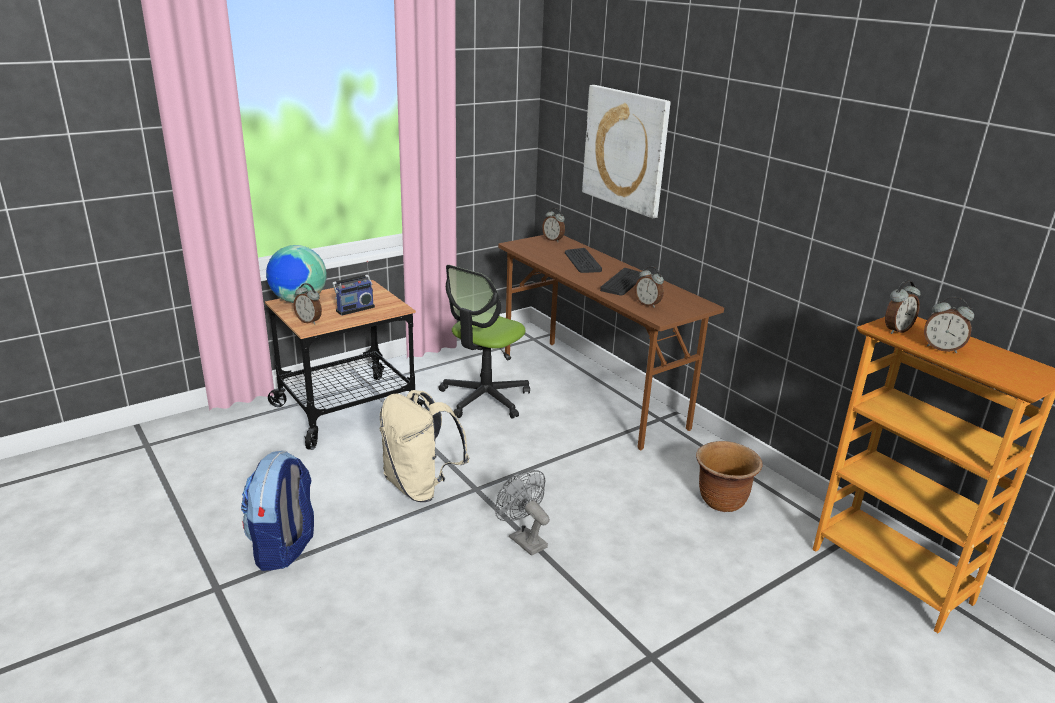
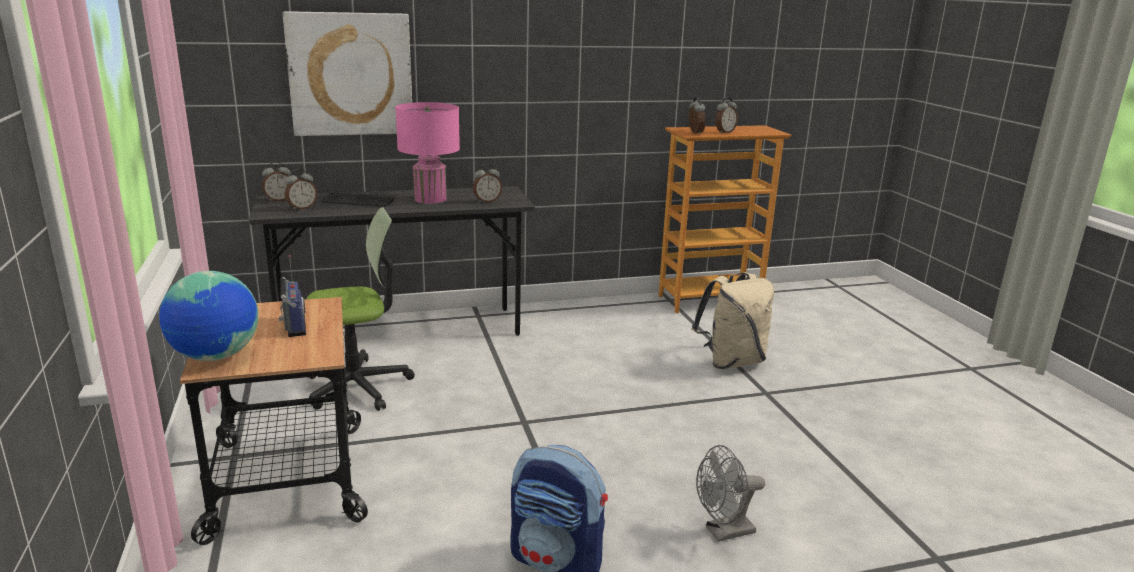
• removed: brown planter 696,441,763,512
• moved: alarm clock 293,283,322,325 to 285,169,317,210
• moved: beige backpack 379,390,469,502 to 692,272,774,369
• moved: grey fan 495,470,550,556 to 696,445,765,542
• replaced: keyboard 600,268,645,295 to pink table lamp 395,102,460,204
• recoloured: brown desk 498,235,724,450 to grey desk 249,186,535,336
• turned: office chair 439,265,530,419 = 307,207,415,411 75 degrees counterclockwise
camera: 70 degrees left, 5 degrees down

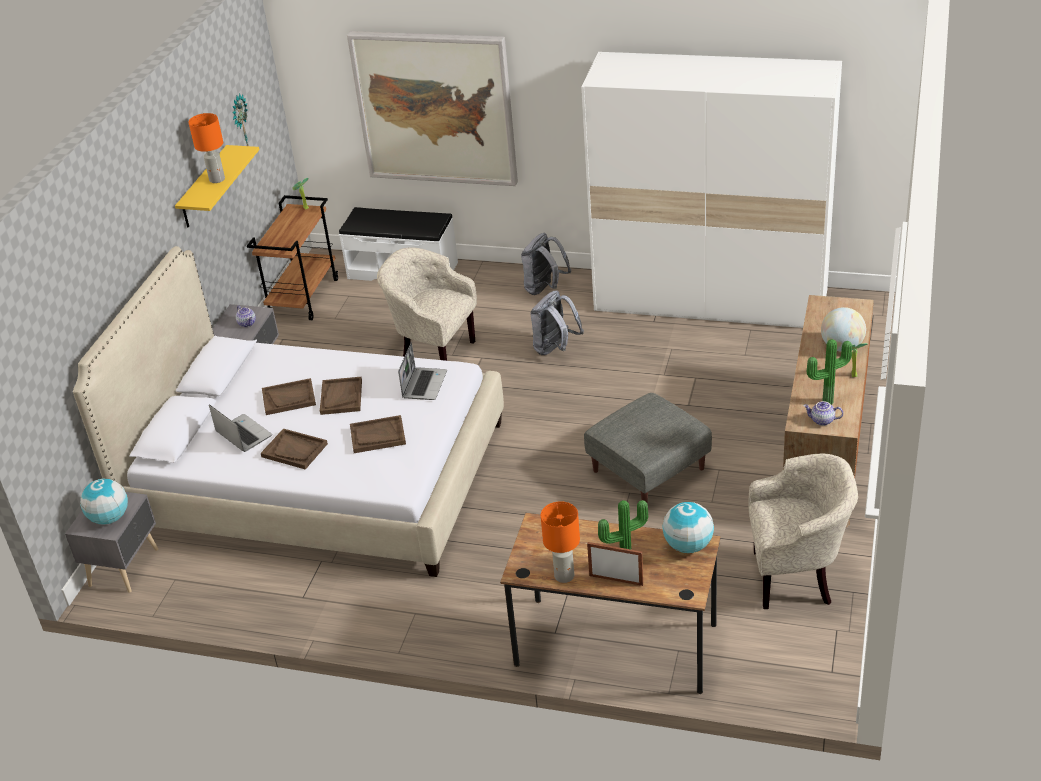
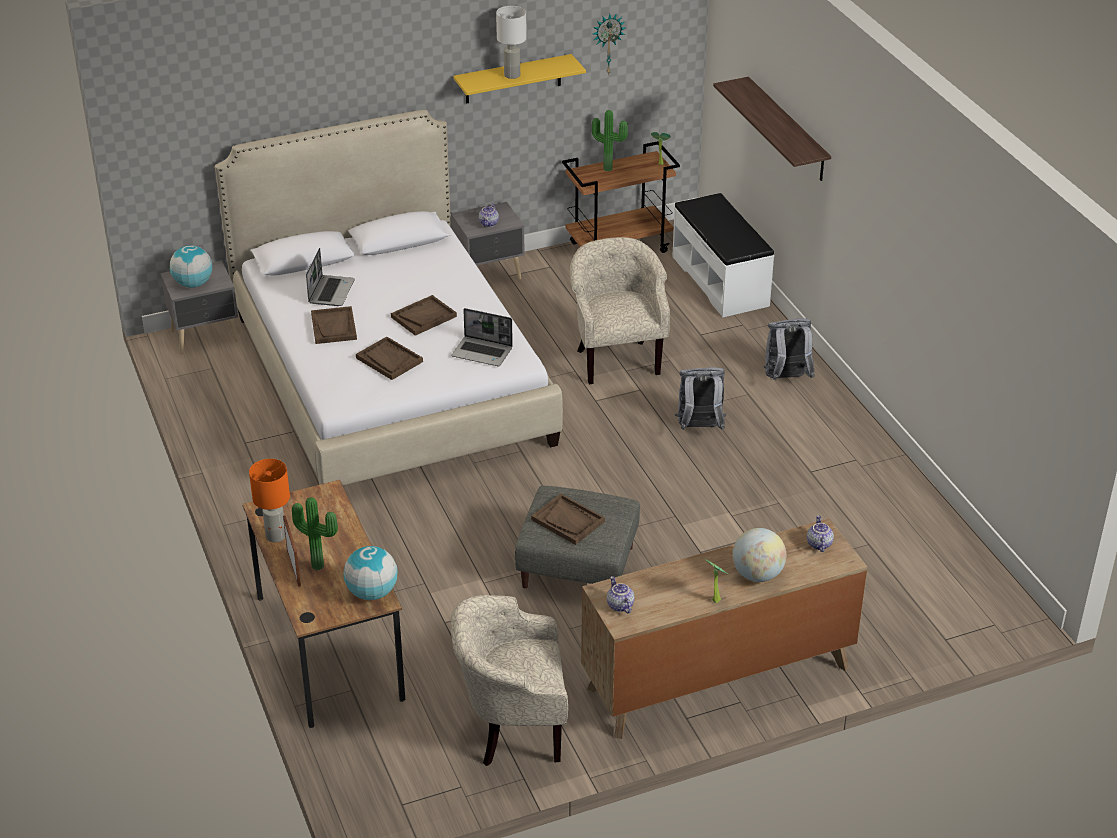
• removed: white wardrobe 581,52,842,328
• added: teapot 807,515,834,552
• moved: brown tray 262,378,316,415 to 531,494,605,545
• moved: potted plant 807,339,852,405 to 592,110,628,171
• replaced: picture 347,31,518,186 to shelf 713,77,831,181
• recoloured: orange table lamp 188,113,225,183 to white table lamp 496,6,527,79
• turned: laptop 398,342,447,400 = 451,308,513,366 45 degrees clockwise
• turned: beige armchair 748,454,858,609 = 451,595,568,766 120 degrees clockwise
camera: 50 degrees right, 0 degrees up

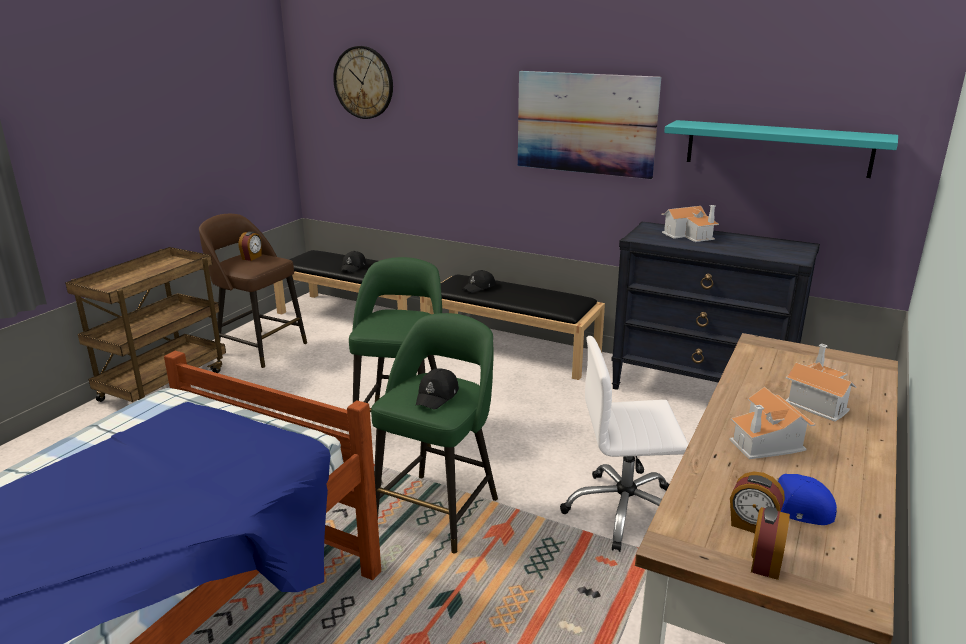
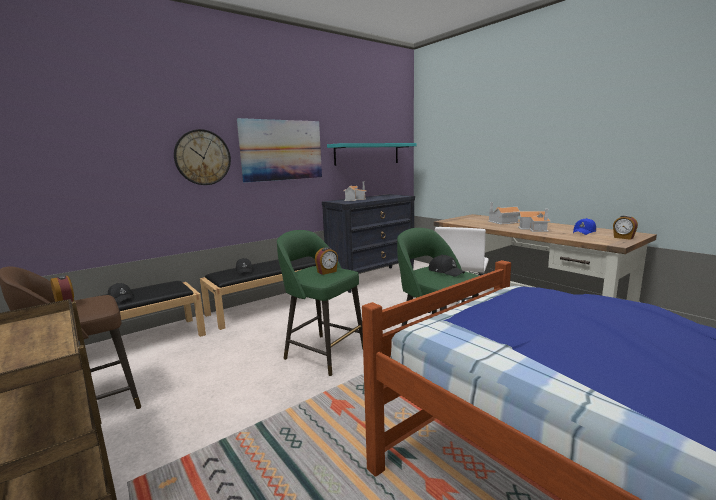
• moved: wall clock 333,46,393,119 to 174,129,231,185
• moved: alarm clock 730,471,785,533 to 315,247,338,275
camera: 65 degrees left, 10 degrees down

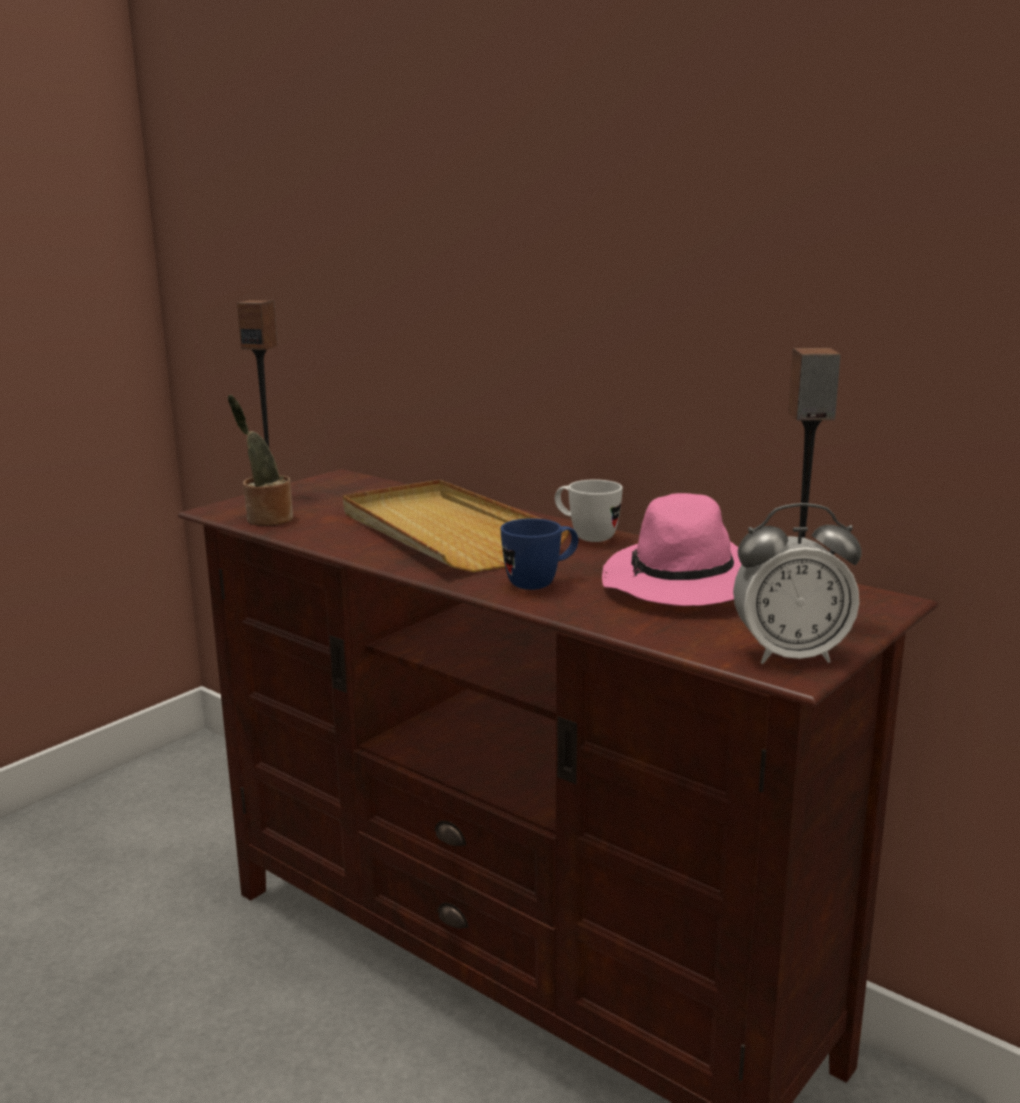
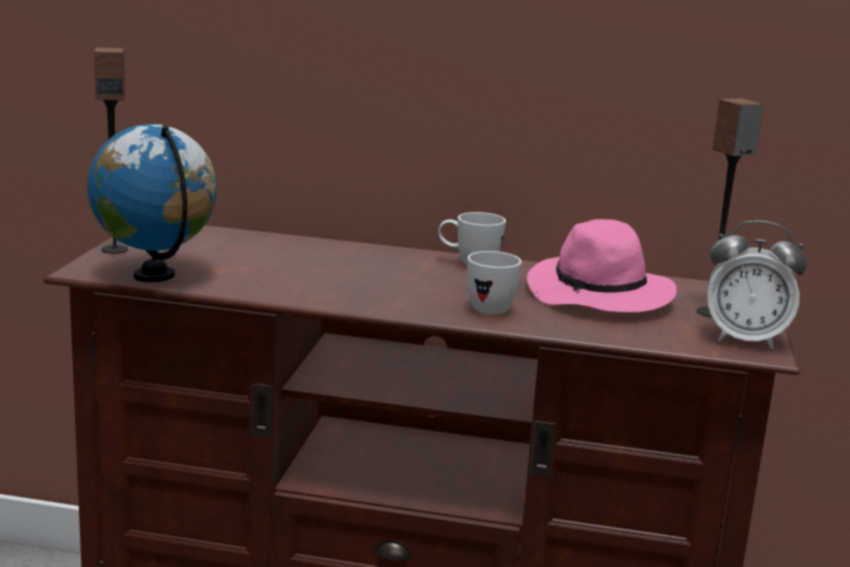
• removed: beige tray 343,480,569,572
• replaced: potted plant 228,395,293,526 to globe 87,124,217,282
• recoloured: blue mug 501,518,578,590 to white mug 467,251,522,314
• turned: alarm clock 733,503,862,664 = 707,221,808,349 45 degrees clockwise
camera: 30 degrees left, 0 degrees up

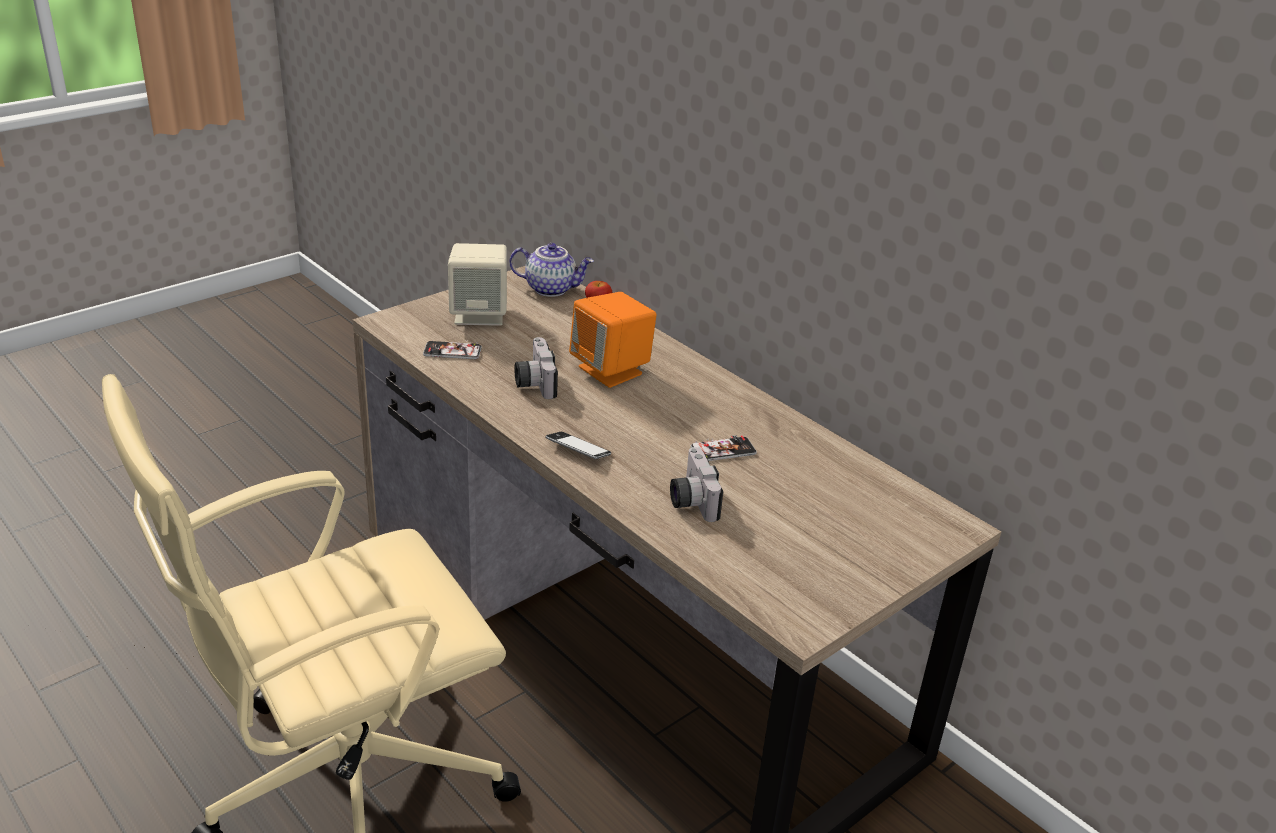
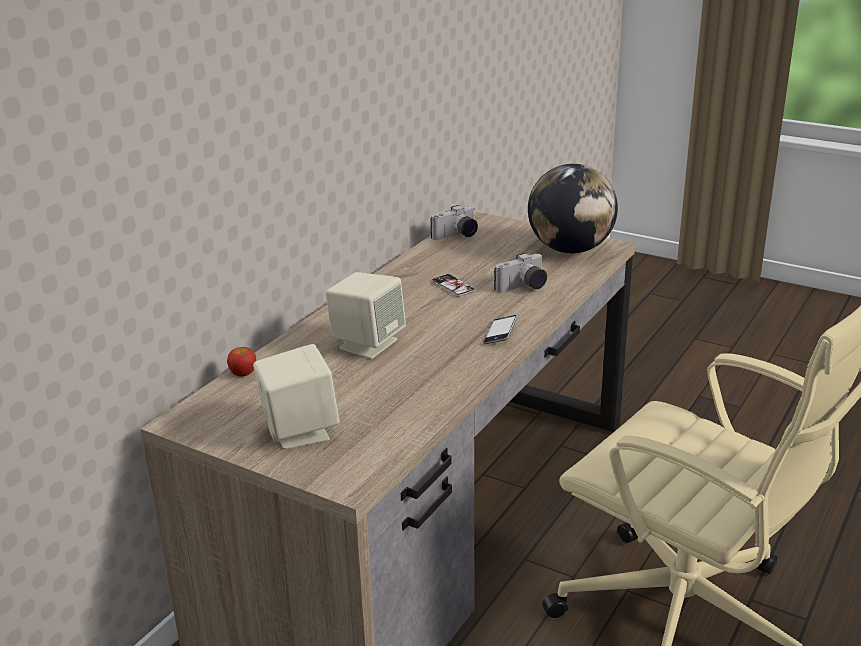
• removed: phone 423,340,482,359
• removed: teapot 509,243,594,297
• added: globe 528,164,618,253
• moved: photo camera 514,337,558,399 to 430,205,478,240
• recoloured: orange speaker 569,292,656,388 to beige speaker 325,272,406,359
camera: 105 degrees left, 5 degrees down

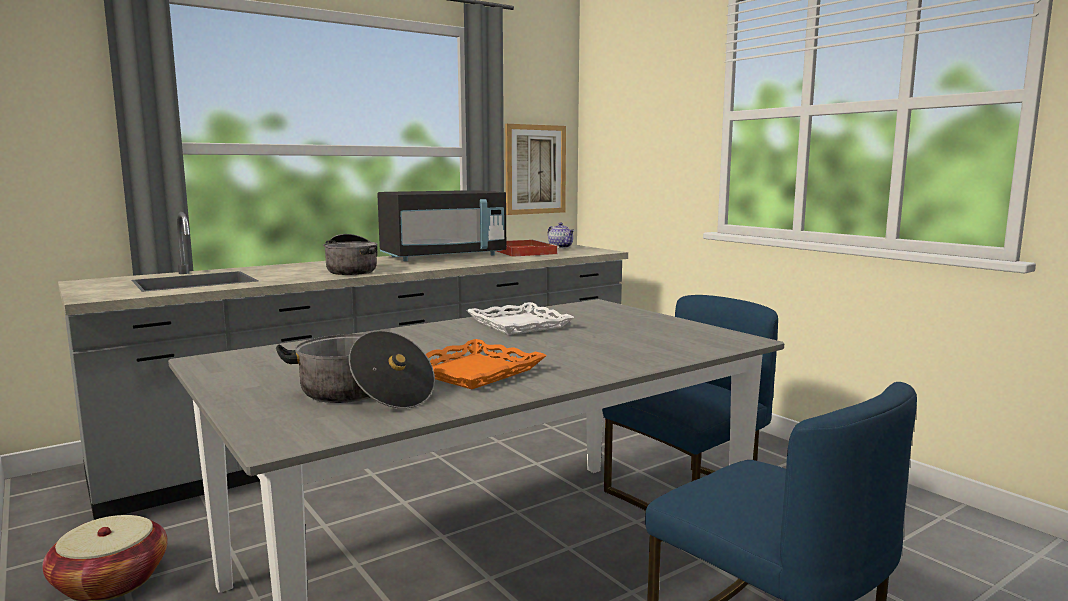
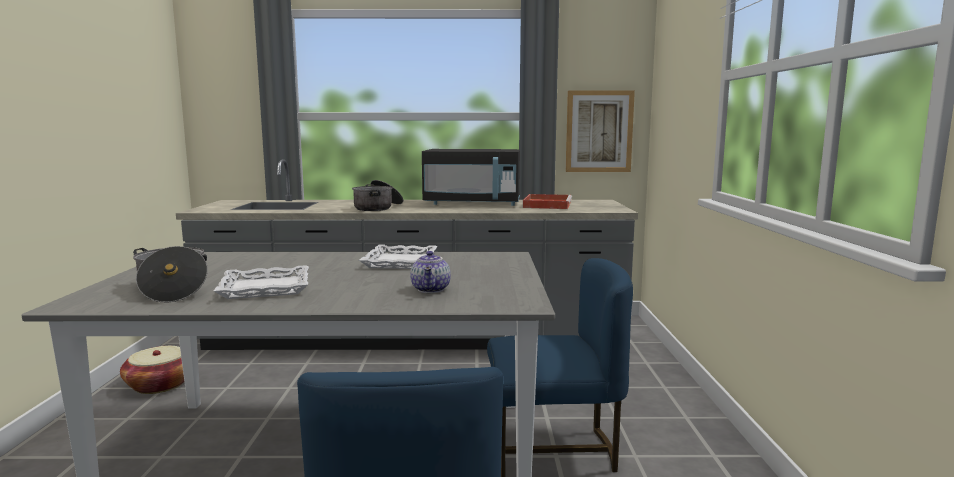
• moved: teapot 548,223,574,248 to 410,251,451,293
• recoloured: orange tray 426,339,547,389 to white tray 214,265,309,299
camera: 35 degrees right, 0 degrees up

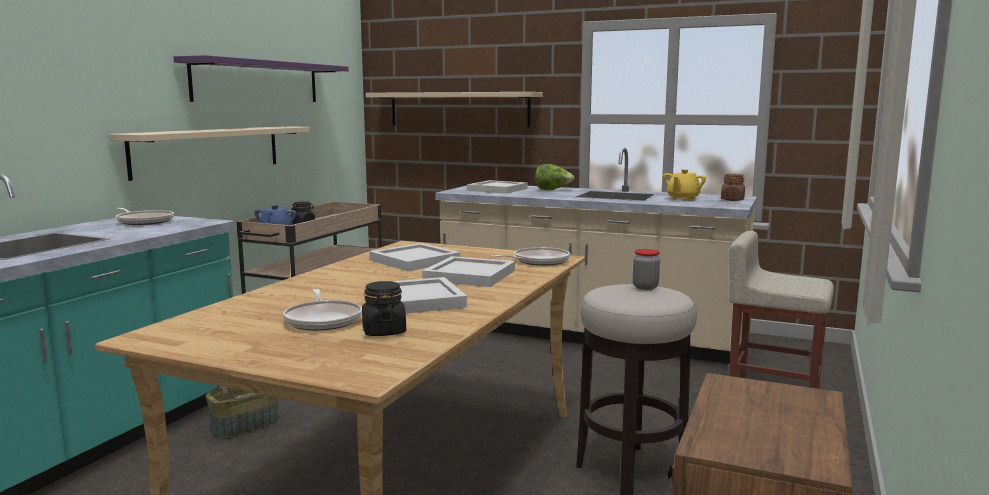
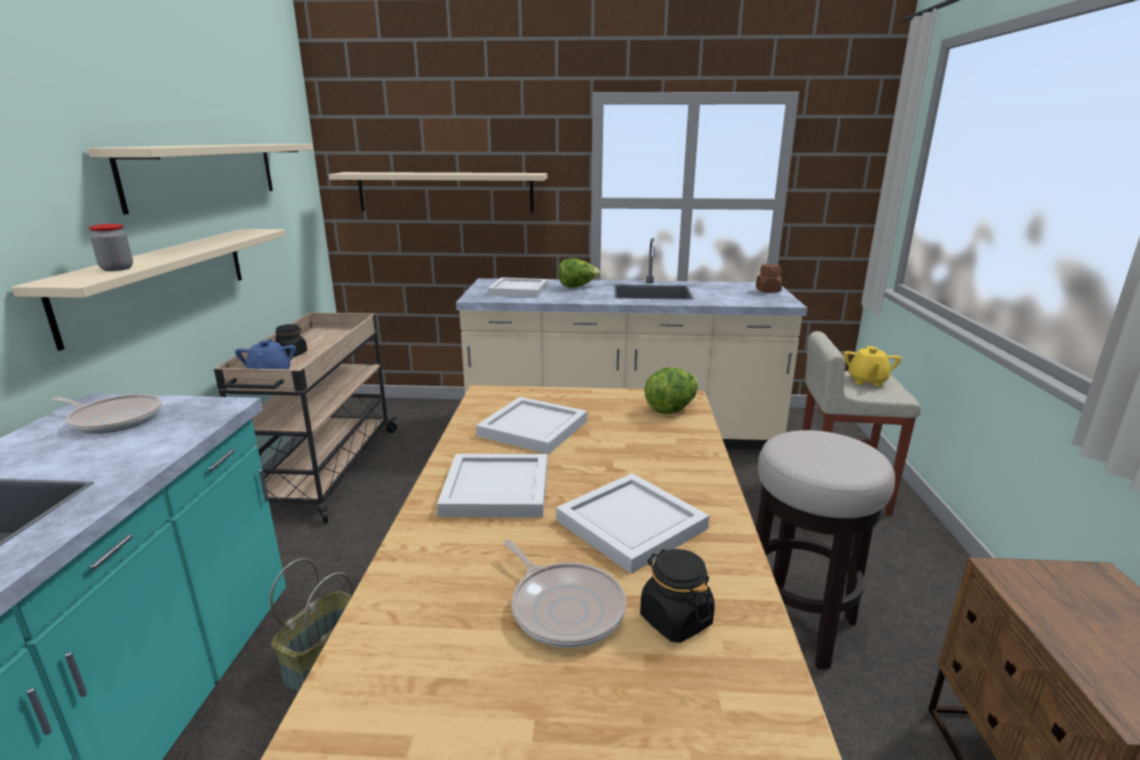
• moved: white tray 422,256,515,287 to 437,454,547,518
• moved: jar 633,249,660,290 to 89,224,133,271
• moved: yellow teapot 663,169,706,201 to 843,346,901,387
• replaced: frying pan 491,247,570,266 to lettuce 645,367,698,414
• recoloured: purple shelf 174,55,349,102 to beige shelf 88,144,313,215
camera: 20 degrees left, 10 degrees up

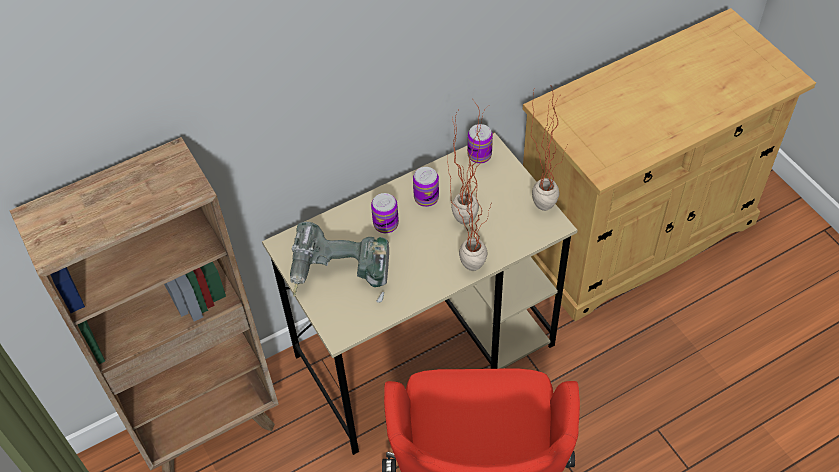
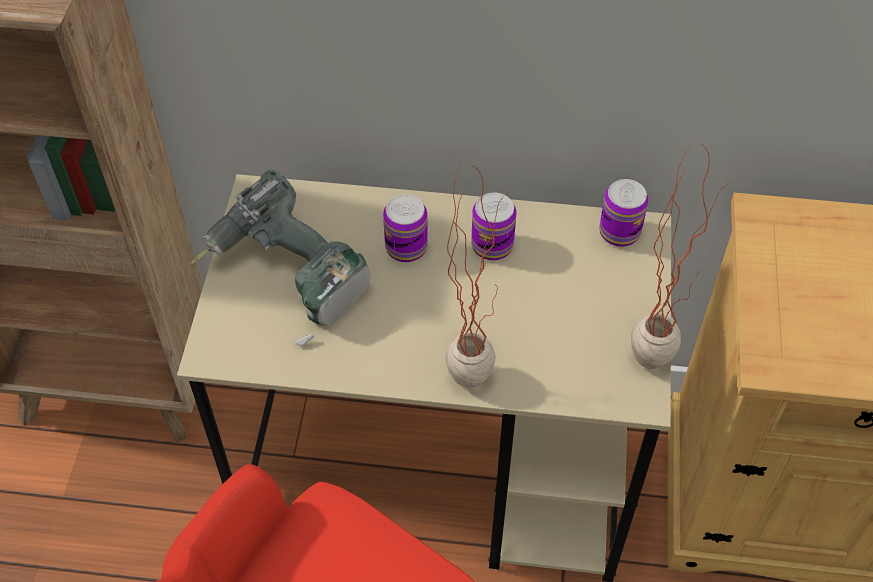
• removed: potted plant 451,98,495,225
camera: 35 degrees right, 0 degrees up

